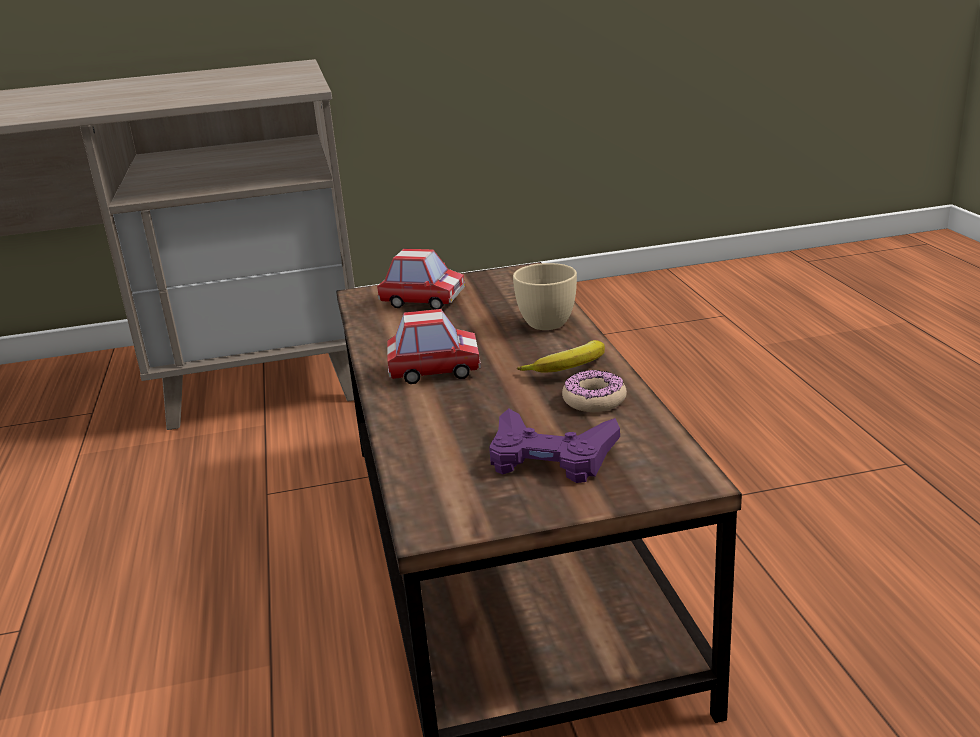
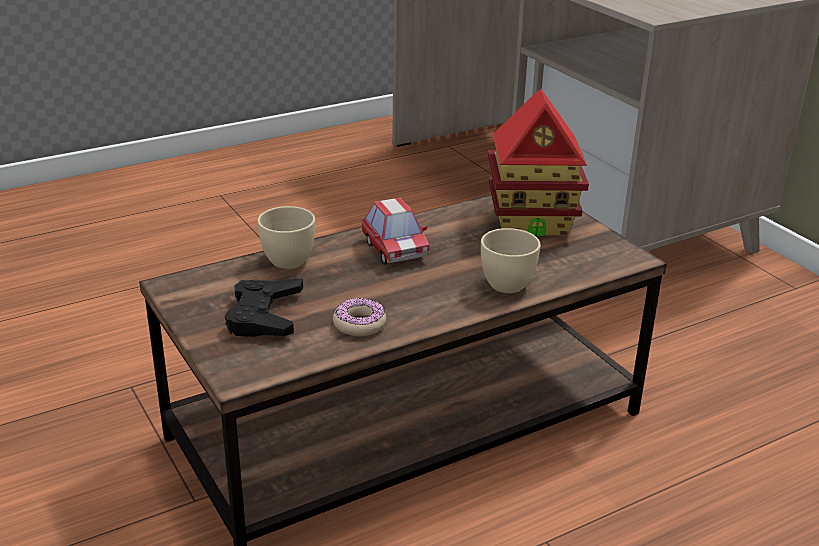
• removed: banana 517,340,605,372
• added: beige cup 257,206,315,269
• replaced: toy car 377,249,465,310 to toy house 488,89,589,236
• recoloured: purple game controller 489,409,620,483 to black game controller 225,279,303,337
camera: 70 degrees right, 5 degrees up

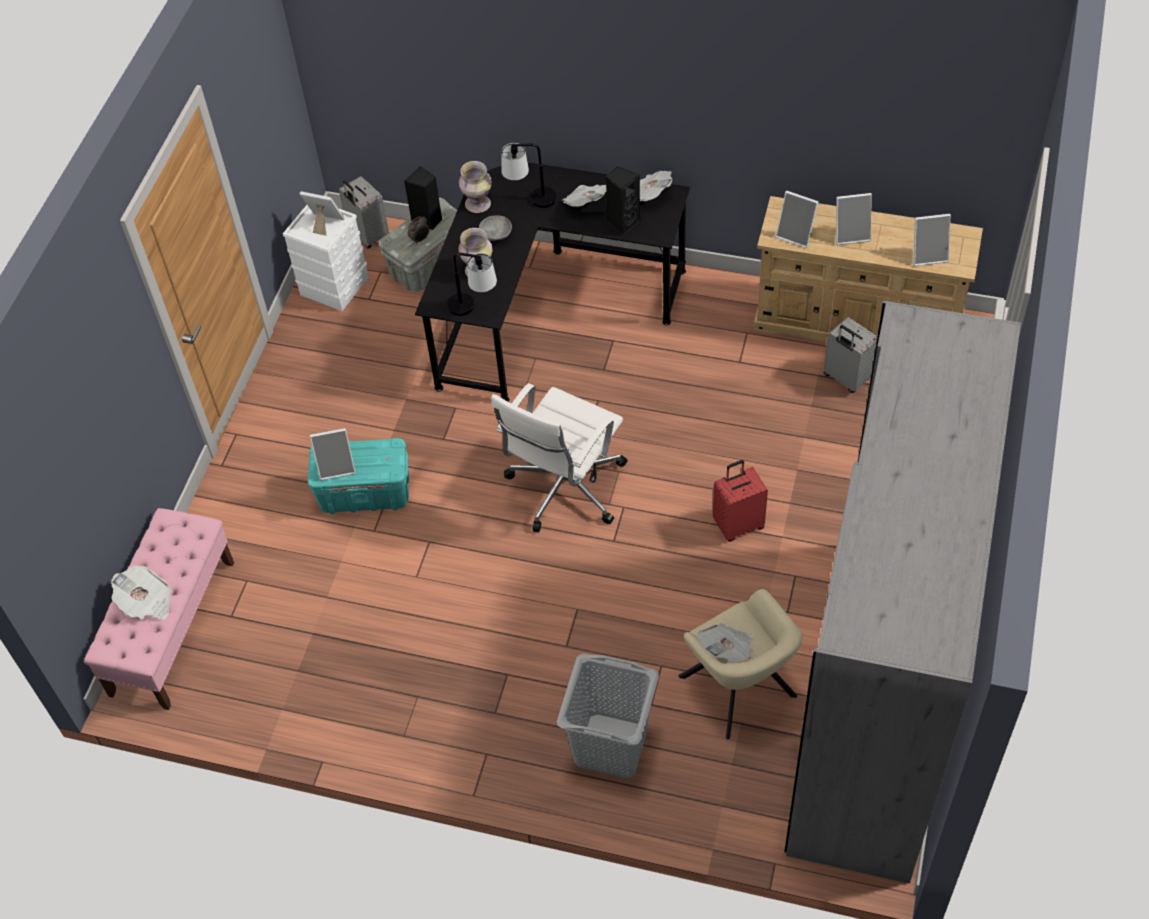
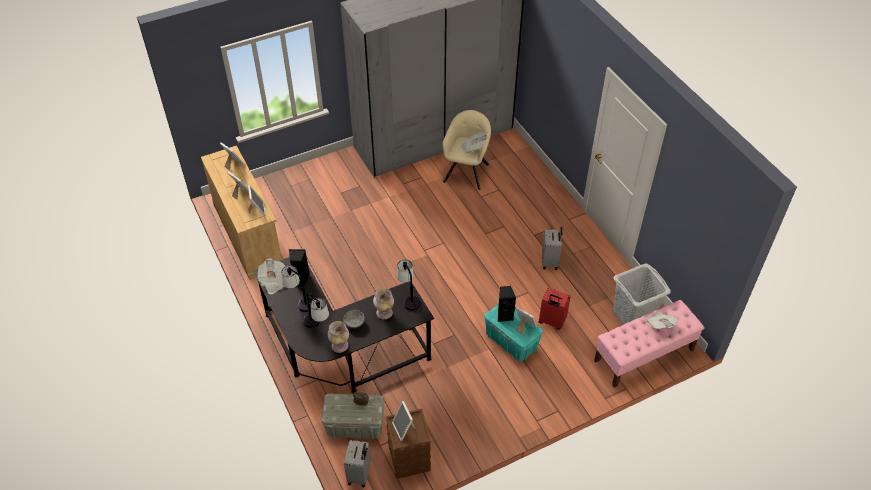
• removed: white office chair 491,383,628,532
• moved: black speaker 404,166,443,230 to 498,286,516,322
• moved: grey laundry basket 557,654,659,778 to 613,264,671,325
• moved: red suitcase 713,460,768,541 to 539,288,571,330
• moved: grey suitcase 824,317,878,393 to 542,227,562,270
• replaced: newspaper 562,185,607,207 to table lamp 281,265,312,312
• recoloured: white storage box 283,205,369,311 to brown storage box 386,409,431,479
camera: 135 degrees left, 5 degrees down

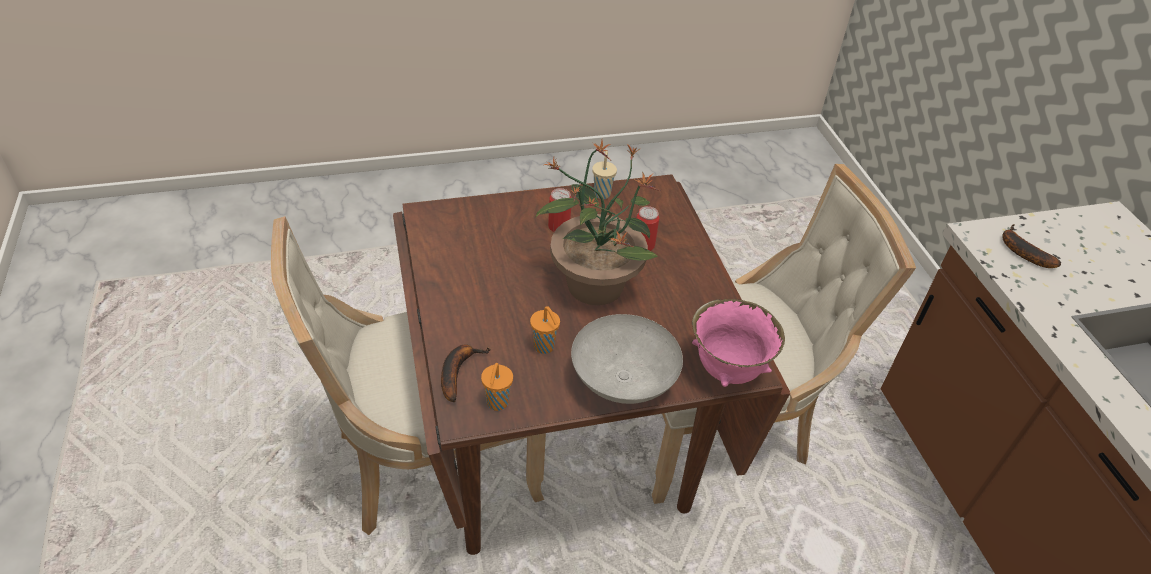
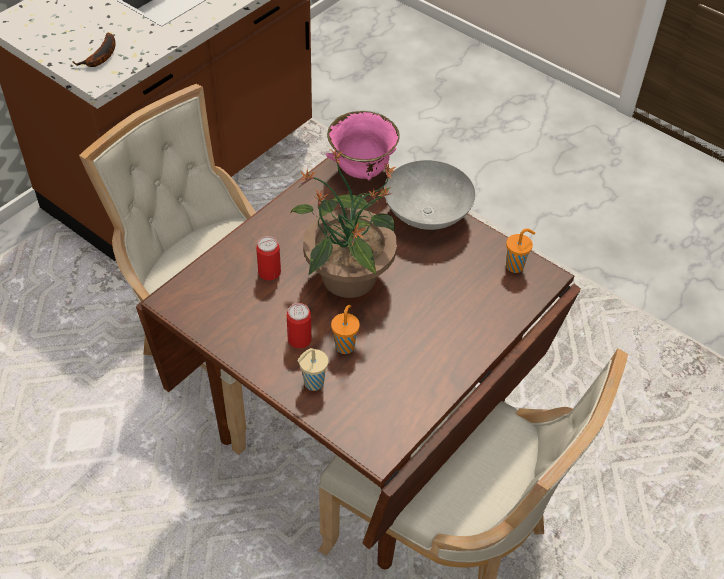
• removed: banana 441,344,490,402
• moved: orange cup 530,306,560,354 to 331,305,360,354
• moved: beige cup 592,151,617,199 to 297,348,328,391
camera: 125 degrees left, 5 degrees up

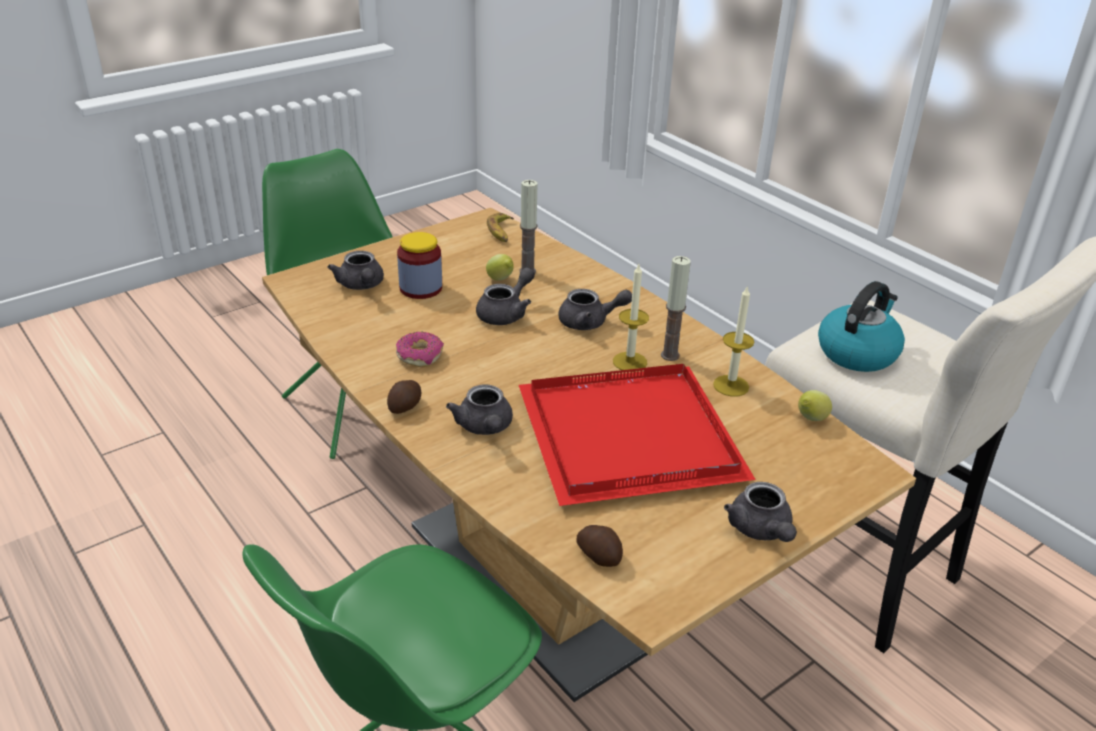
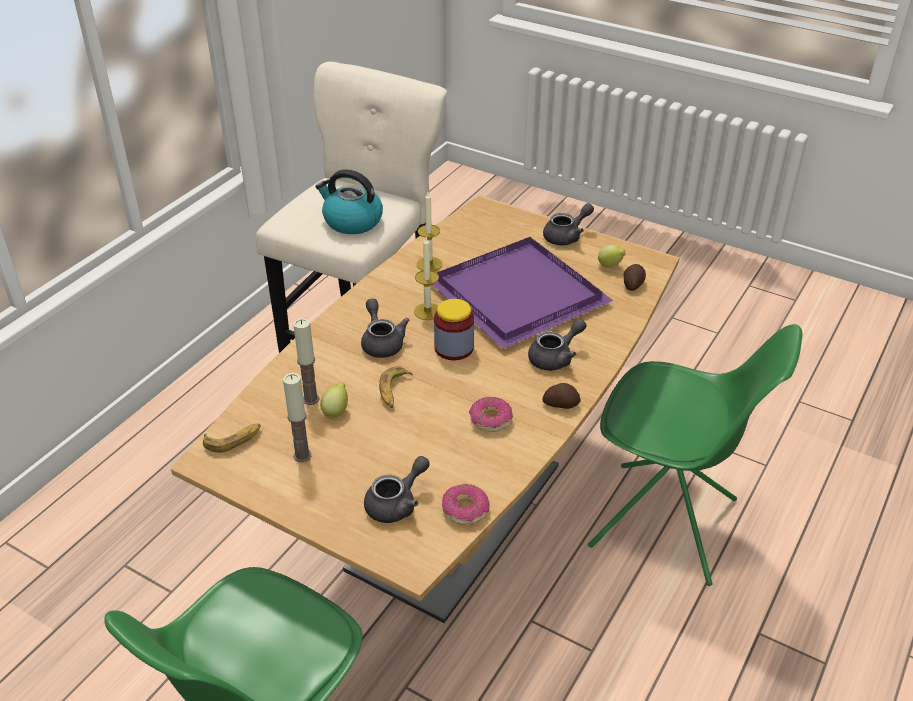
• added: donut 442,484,490,524
• moved: jar 397,232,442,299 to 434,299,474,360
• moved: candle 661,256,691,361 to 283,373,312,462
• moved: lemon 798,390,832,421 to 598,245,626,268
• replaced: grey teapot 476,267,535,325 to banana 379,366,413,408
• recoloured: red tray 519,364,756,506 to purple tray 432,237,613,349
camera: 110 degrees left, 5 degrees up

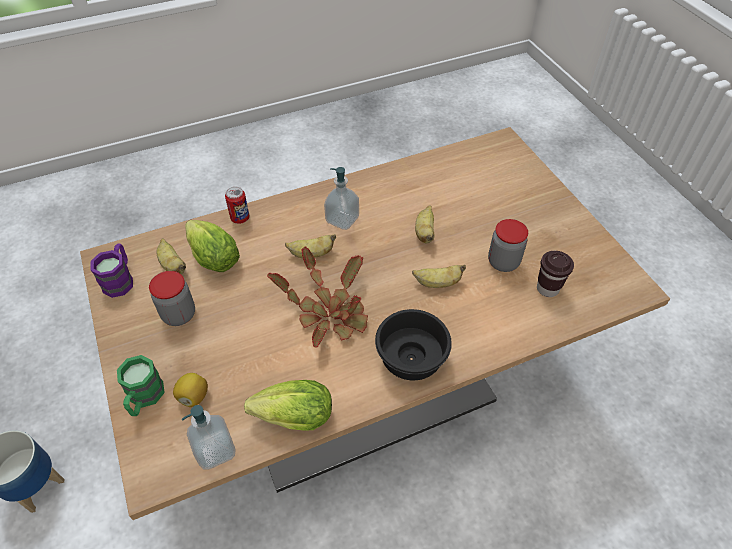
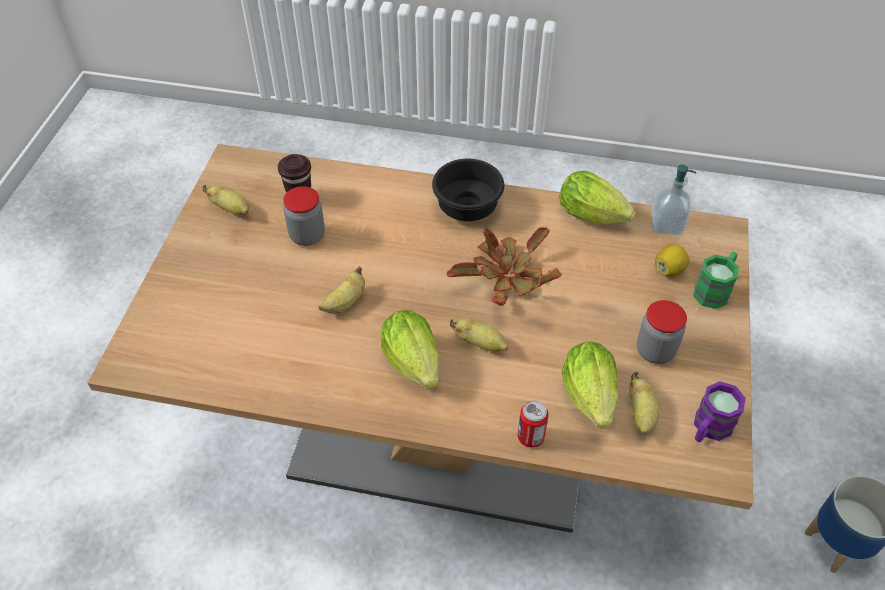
• moved: banana 412,265,466,288 to 203,185,249,216
• replaced: soap dispenser 324,167,359,230 to lettuce 381,310,439,389
camera: 145 degrees left, 0 degrees up

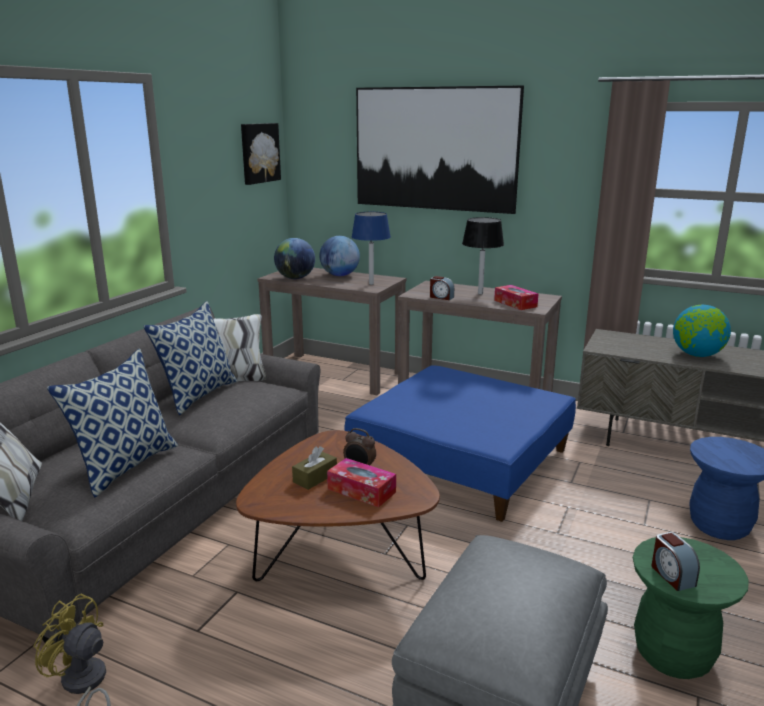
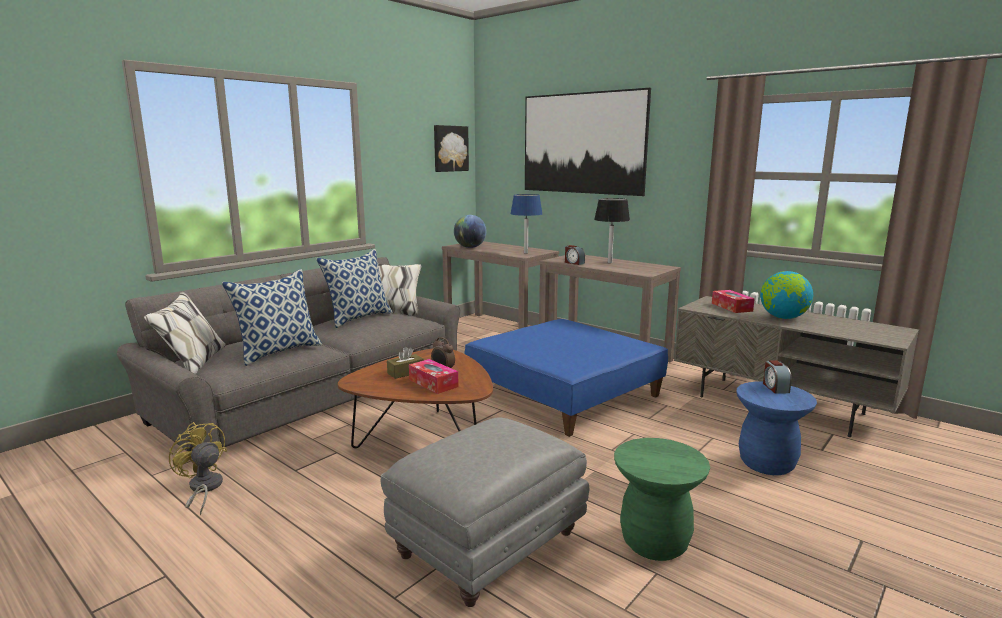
• removed: globe 319,236,360,276
• moved: tissue box 494,285,538,310 to 712,290,755,313
• moved: alarm clock 651,532,700,591 to 763,360,792,394
camera: 15 degrees right, 5 degrees down

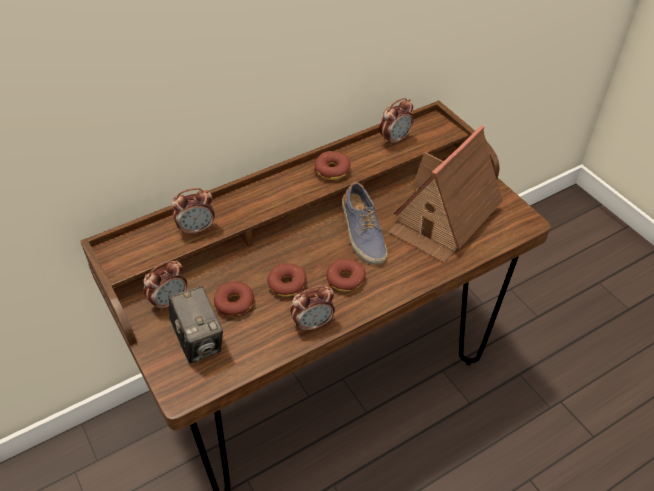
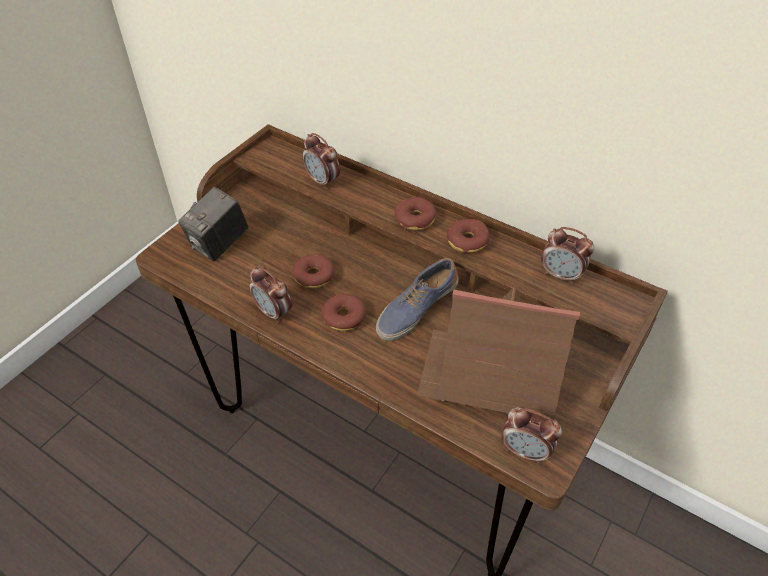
• moved: alarm clock 144,260,187,312 to 501,407,562,464
• moved: donut 214,281,254,317 to 395,197,437,230
camera: 65 degrees right, 0 degrees up

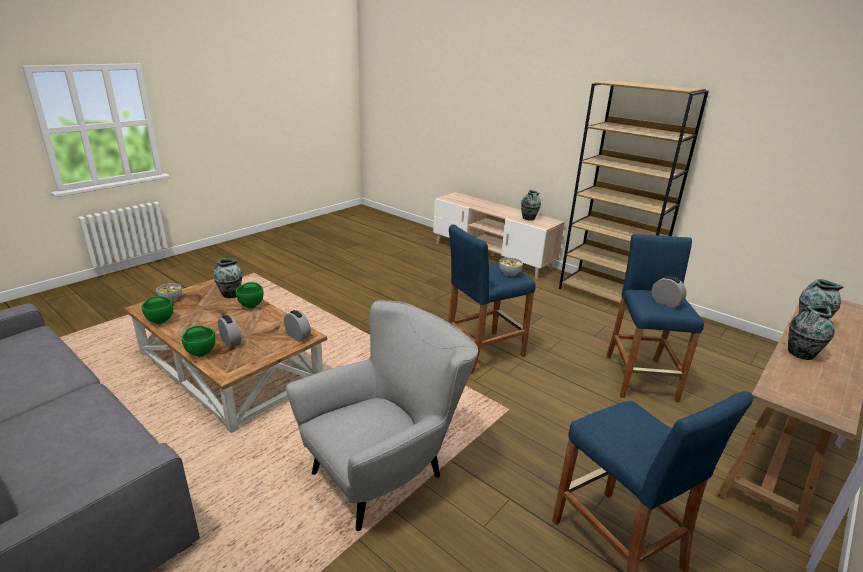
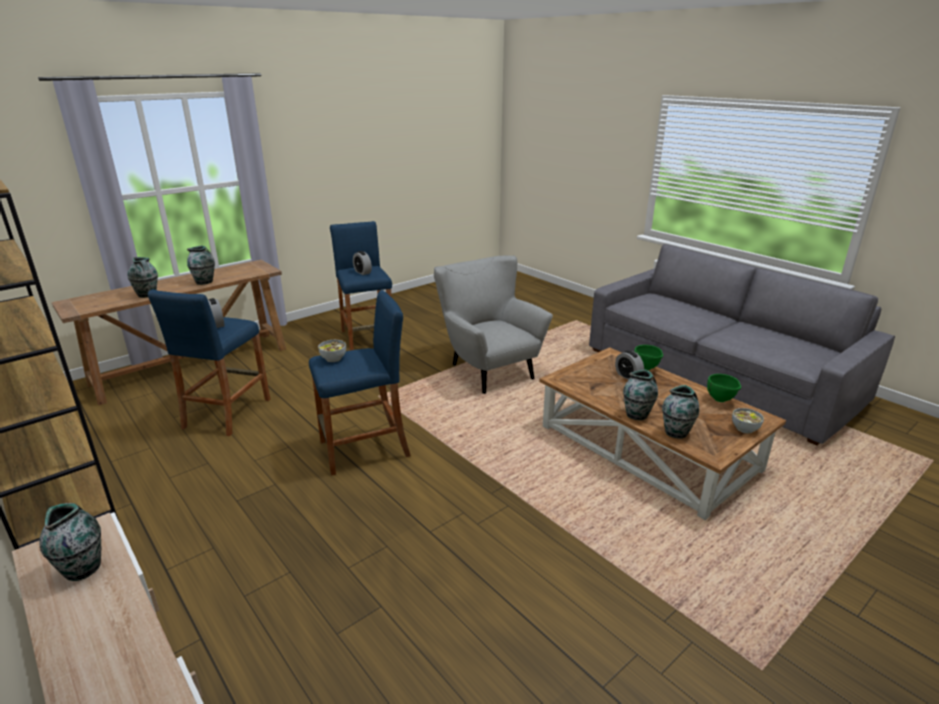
• moved: alarm clock 284,310,311,342 to 353,251,372,275
• replaced: green bowl 236,282,263,309 to vase 623,369,658,420
• turned: grey armchair 286,300,478,531 = 434,255,553,394 90 degrees clockwise
camera: 170 degrees left, 0 degrees up

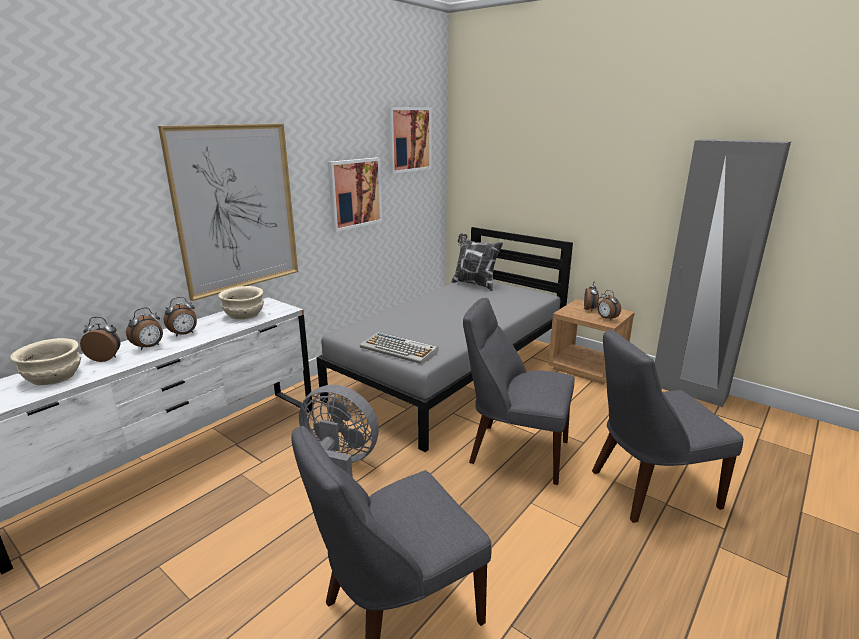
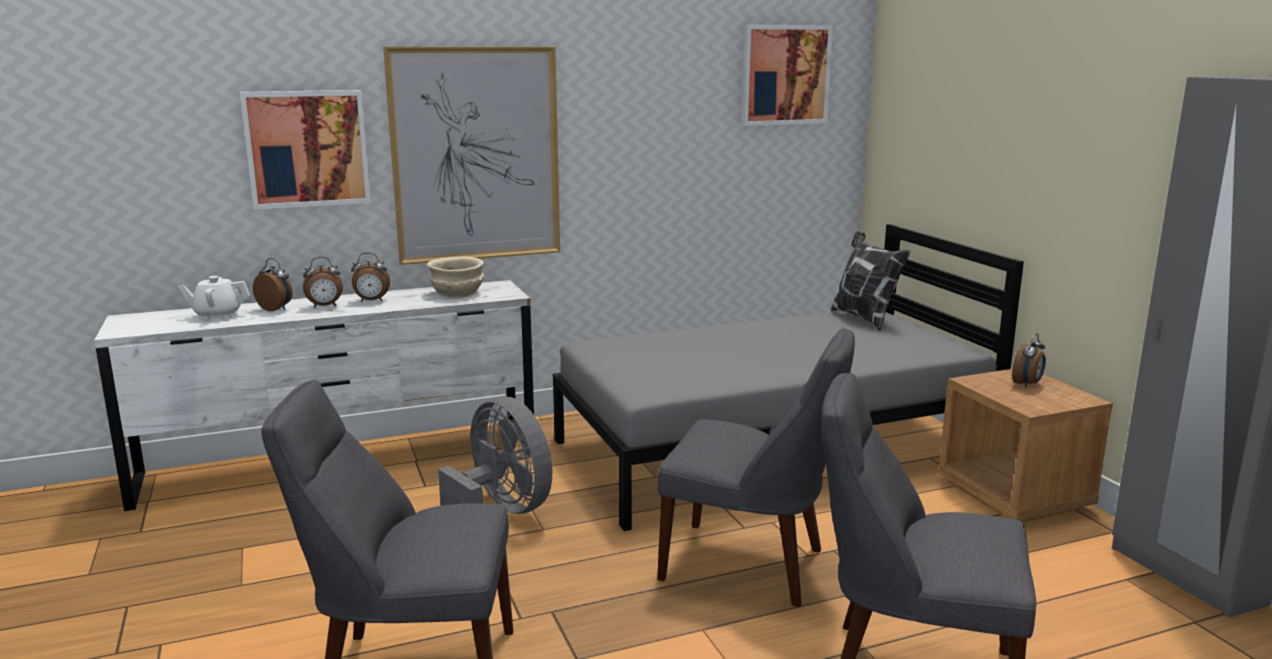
• removed: keyboard 360,332,438,364
• removed: alarm clock 597,290,621,320
• moved: picture 328,157,382,232 to 240,90,371,210
• replaced: beige bowl 10,338,82,385 to white teapot 178,276,250,320
• turned: grey chair 463,298,575,485 = 657,328,855,607 150 degrees clockwise
camera: 30 degrees right, 5 degrees down

